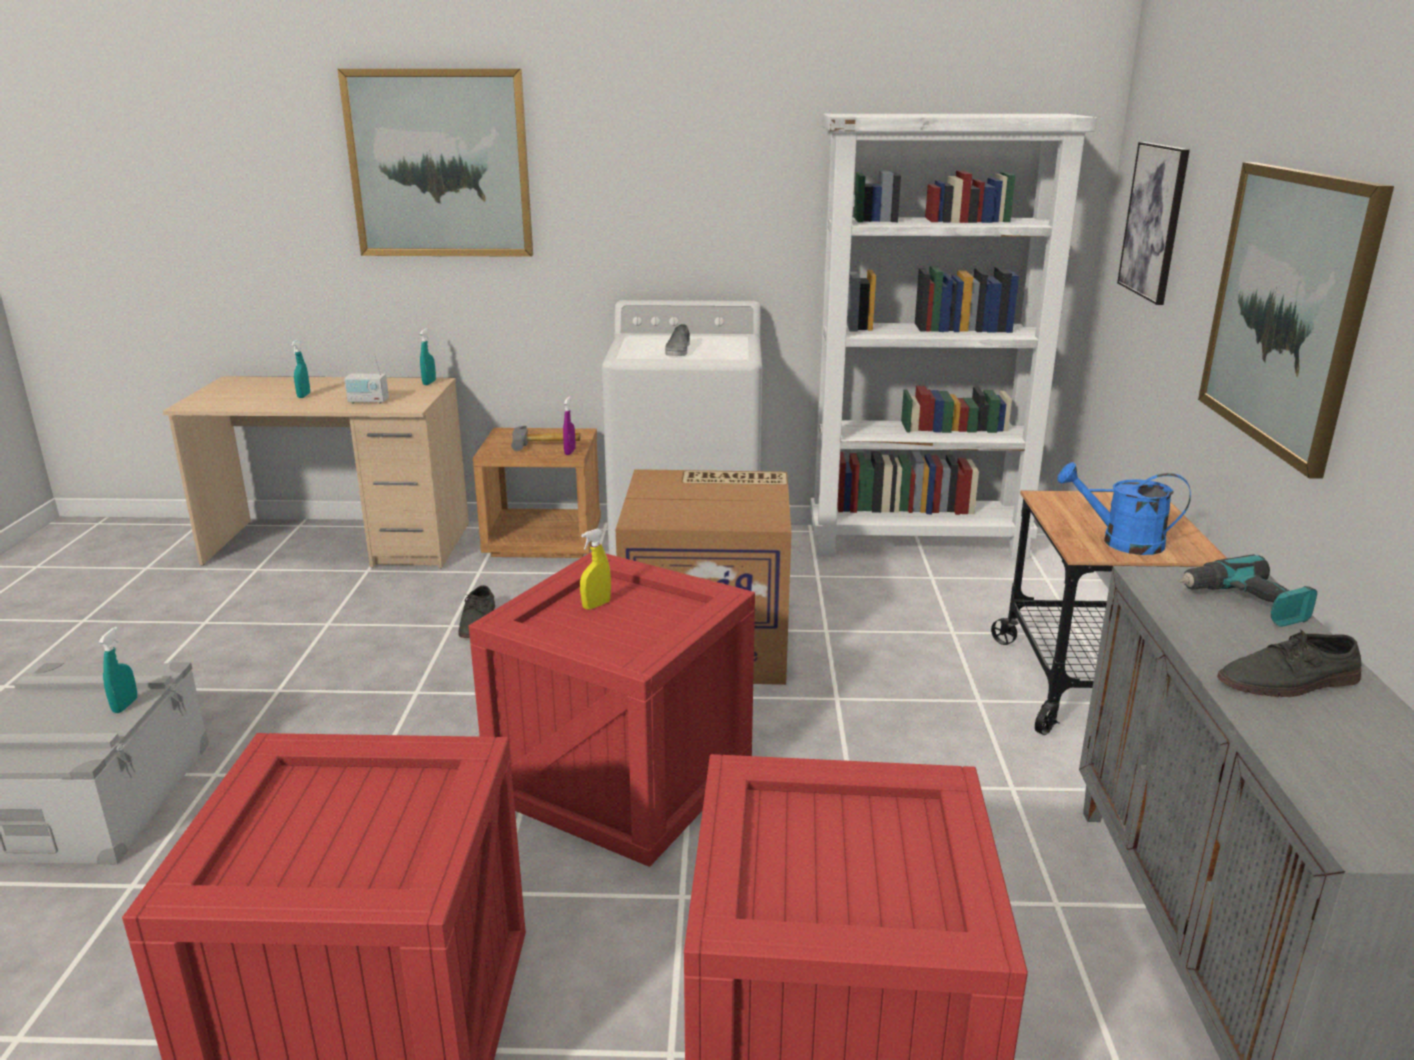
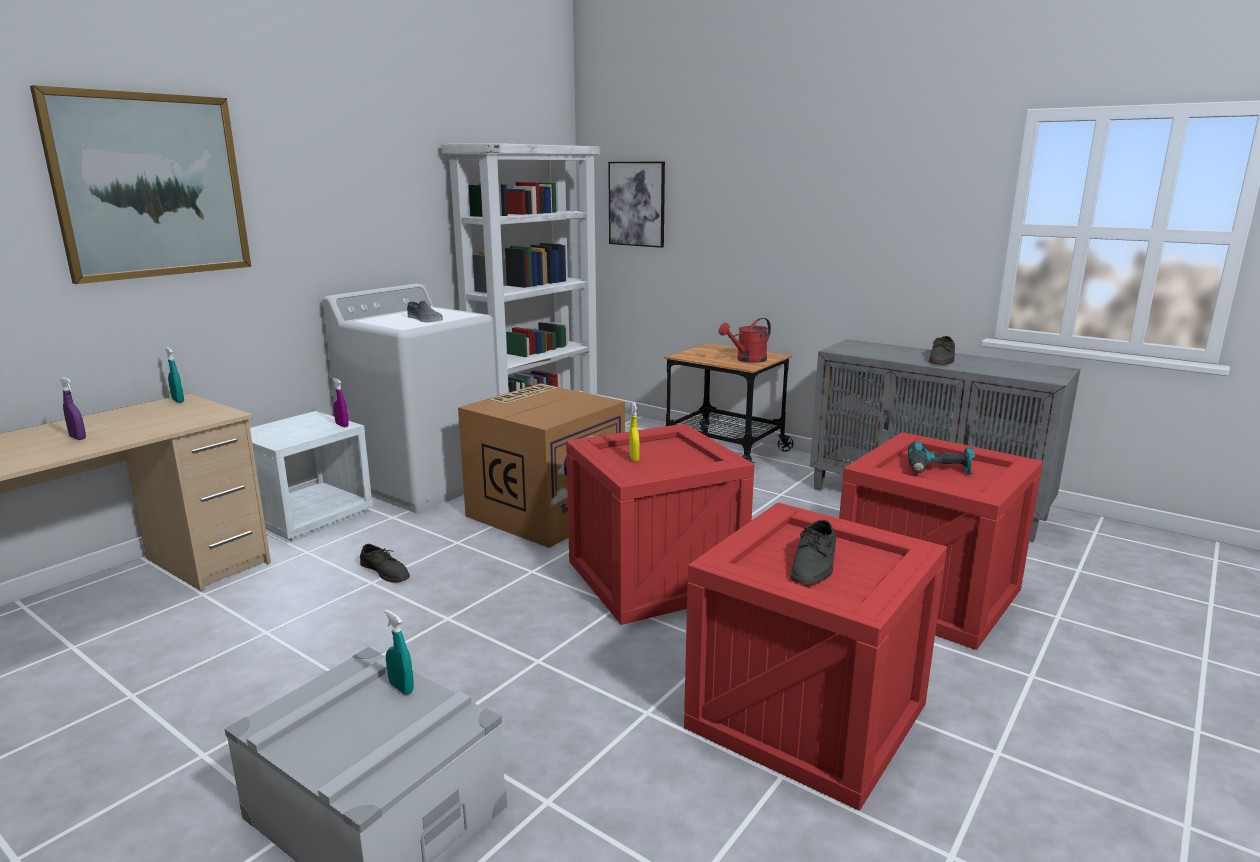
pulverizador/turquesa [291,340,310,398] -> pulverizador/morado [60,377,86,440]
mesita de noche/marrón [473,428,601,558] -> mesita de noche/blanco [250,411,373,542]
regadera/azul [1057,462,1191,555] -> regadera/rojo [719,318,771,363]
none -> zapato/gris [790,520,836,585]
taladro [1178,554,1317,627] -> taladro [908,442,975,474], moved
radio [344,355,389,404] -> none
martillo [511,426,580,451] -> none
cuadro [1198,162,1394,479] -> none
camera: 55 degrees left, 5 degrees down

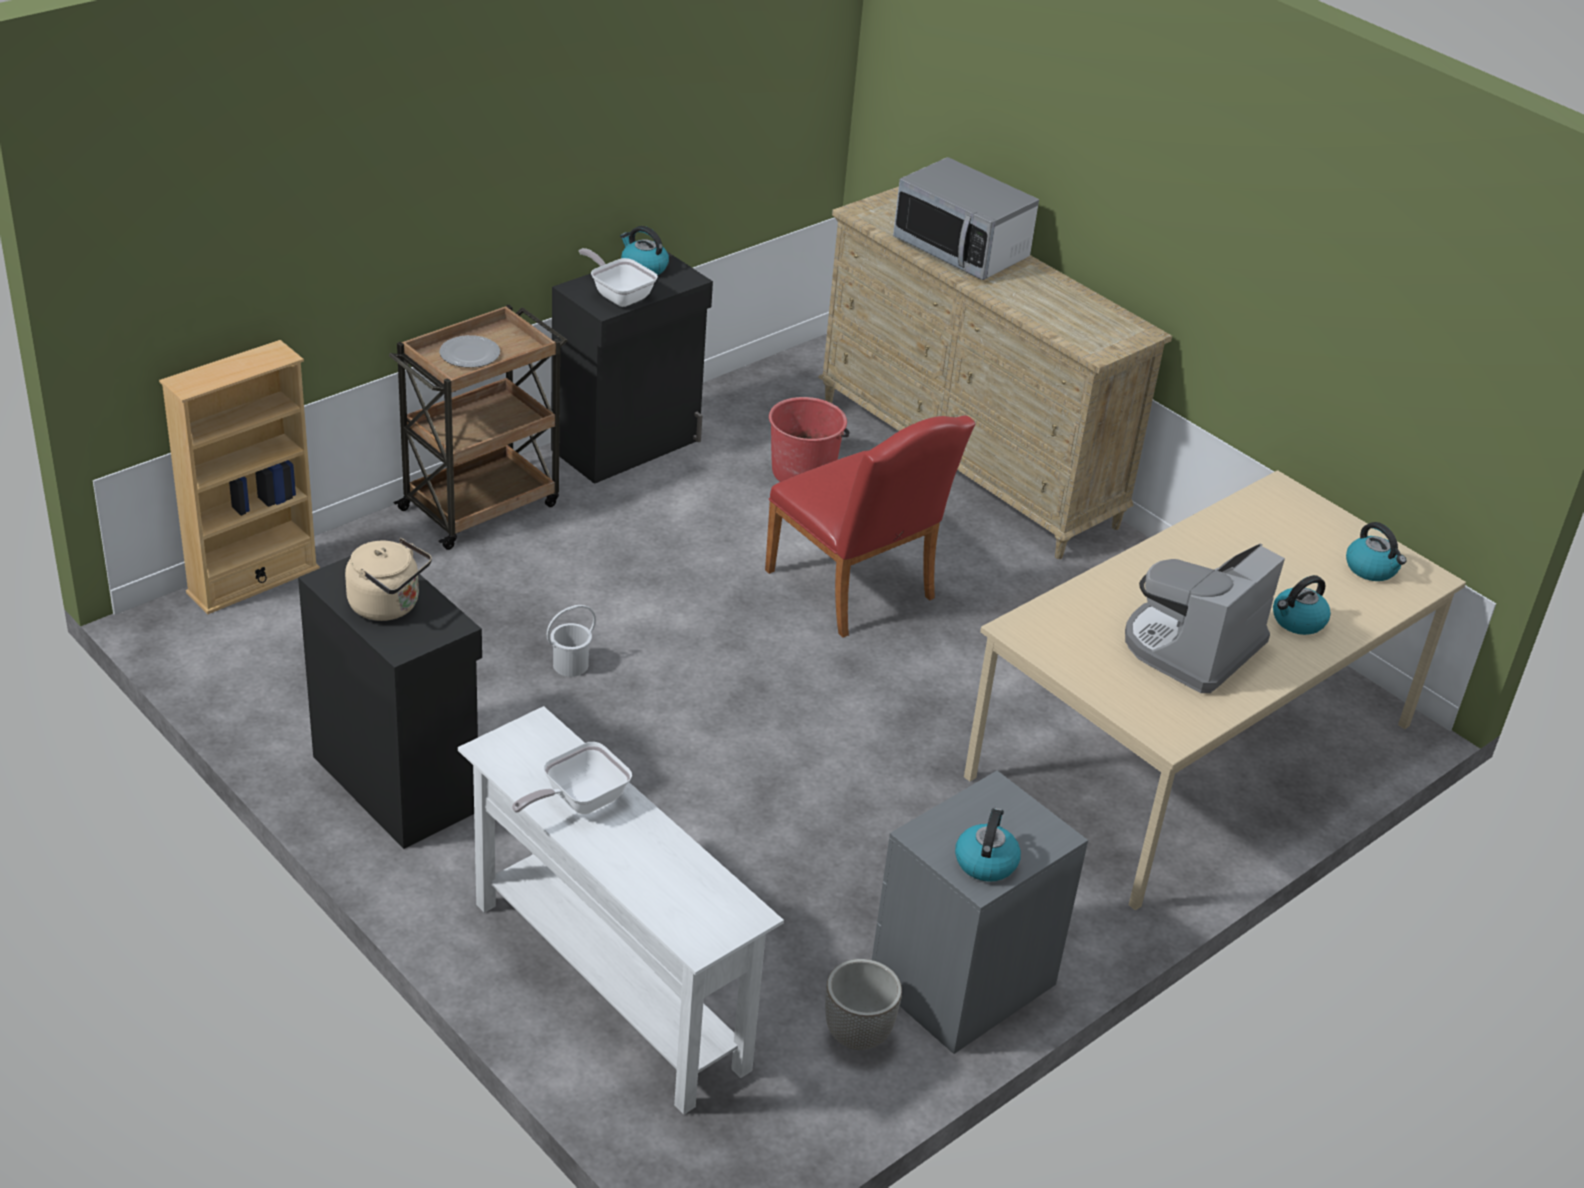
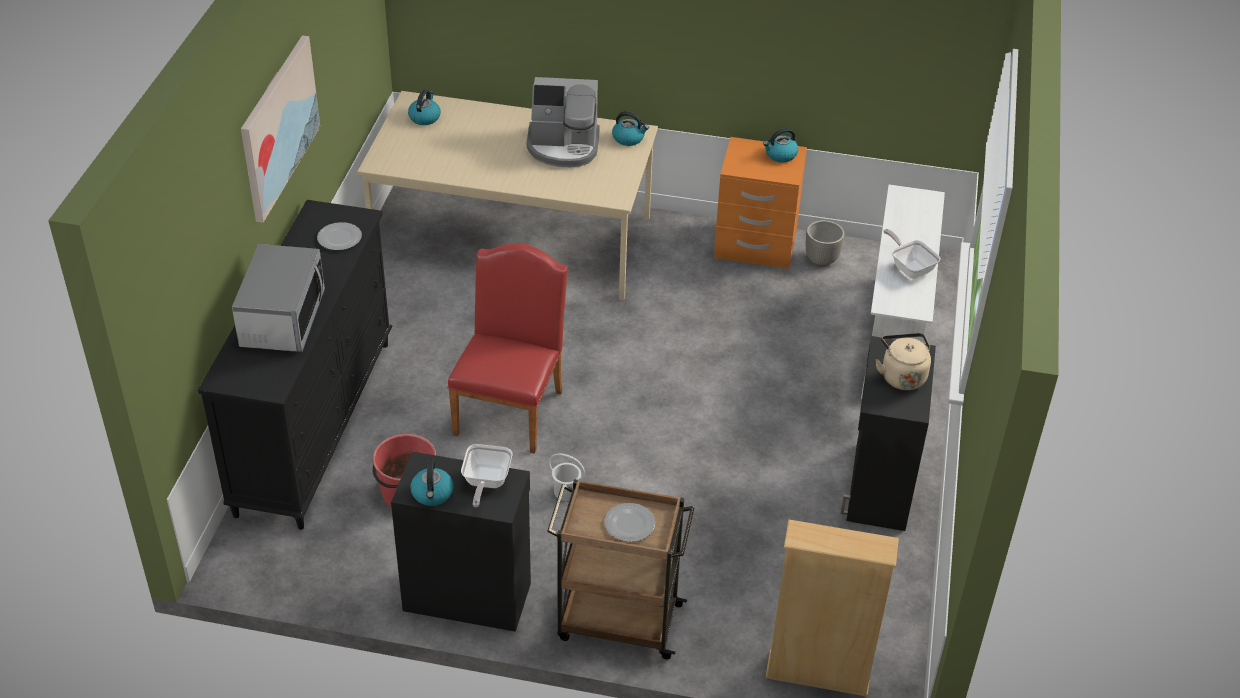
cómoda/beis [818,187,1172,559] -> cómoda/negro [198,200,392,530]
none -> cuadro [241,35,320,223]
none -> plato [317,222,362,250]
cubo/blanco [546,605,596,677] -> cubo/blanco [548,453,585,501], moved
hervidor [1273,575,1331,635] -> hervidor [612,111,649,146], moved
mesita de noche/gris [872,771,1088,1054] -> mesita de noche/naranja [714,137,807,269]
sartén [512,742,632,814] -> sartén [883,229,941,279], 135 degrees counterclockwise
camera: 125 degrees left, 5 degrees up

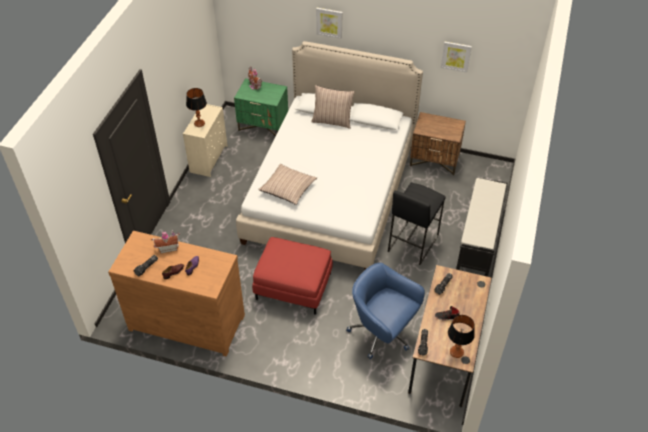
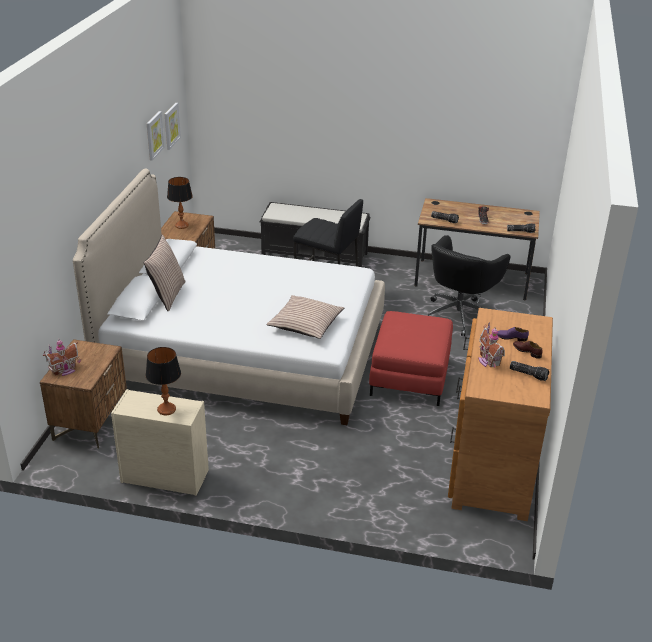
mesita de noche/verde [234,78,288,136] -> mesita de noche/marrón [40,339,127,449]
cuadro [316,8,343,39] -> cuadro [164,103,181,150], moved
lámpara de mesa [448,315,475,358] -> lámpara de mesa [167,177,193,229], moved
silla de oficina/azul [346,263,425,359] -> silla de oficina/negro [428,235,510,336]
camera: 95 degrees left, 15 degrees down

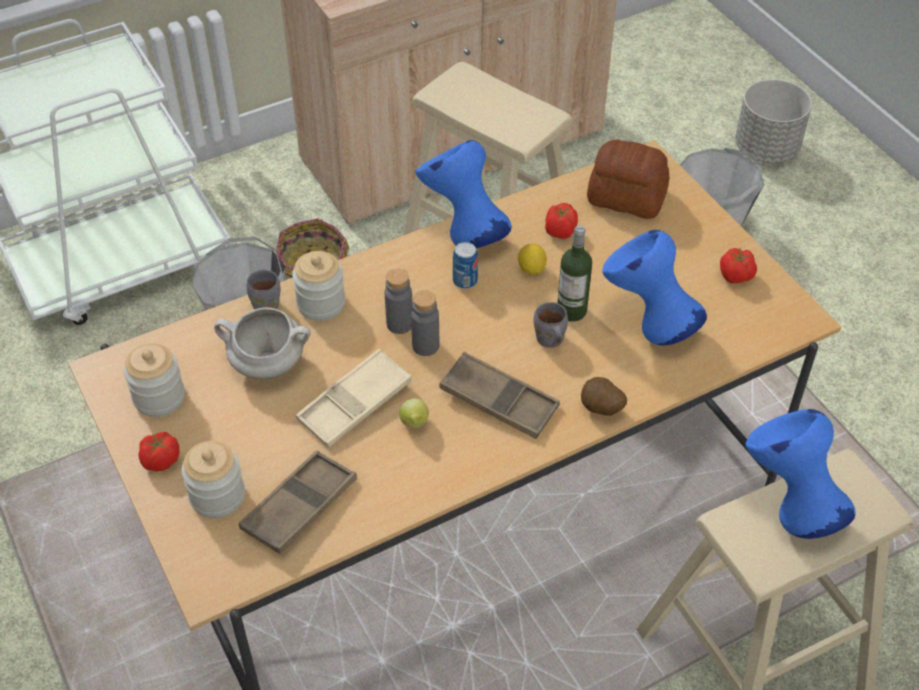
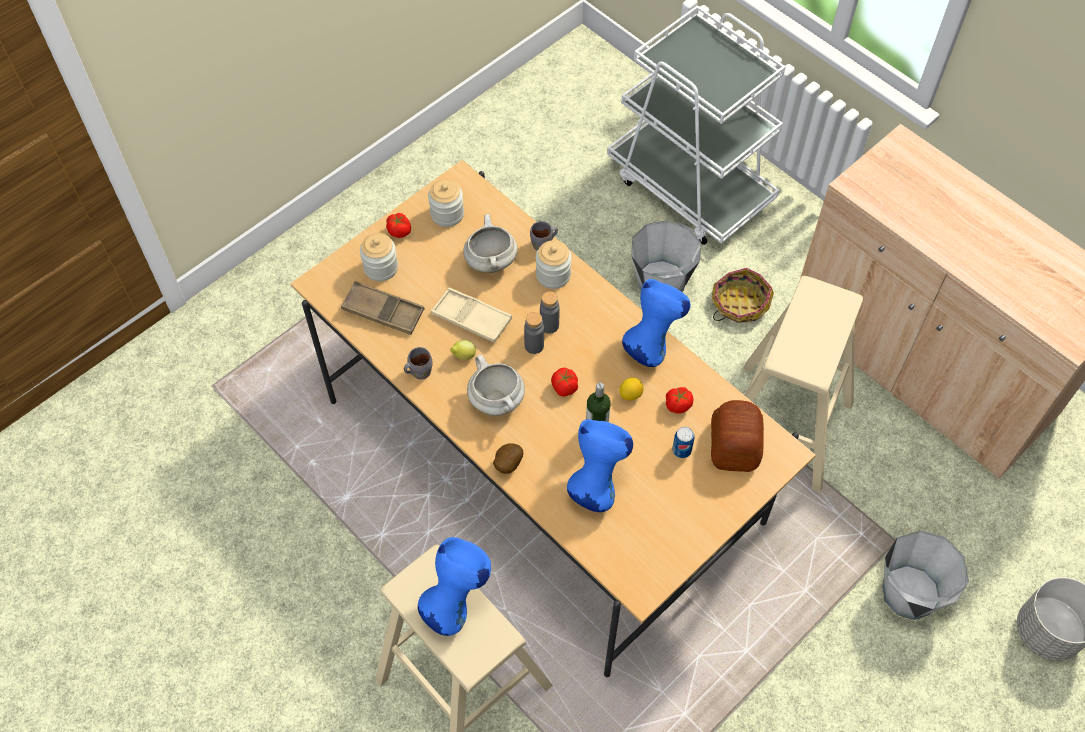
taza grande/gris [533,302,568,348] -> taza grande/gris [404,347,433,380], moved
bandeja/marrón [439,352,560,439] -> olla/blanco [467,355,525,416]
tomate [720,247,757,284] -> tomate [551,367,578,397], moved
lata [453,242,478,289] -> lata [672,427,694,458], moved
camera: 75 degrees right, 10 degrees up

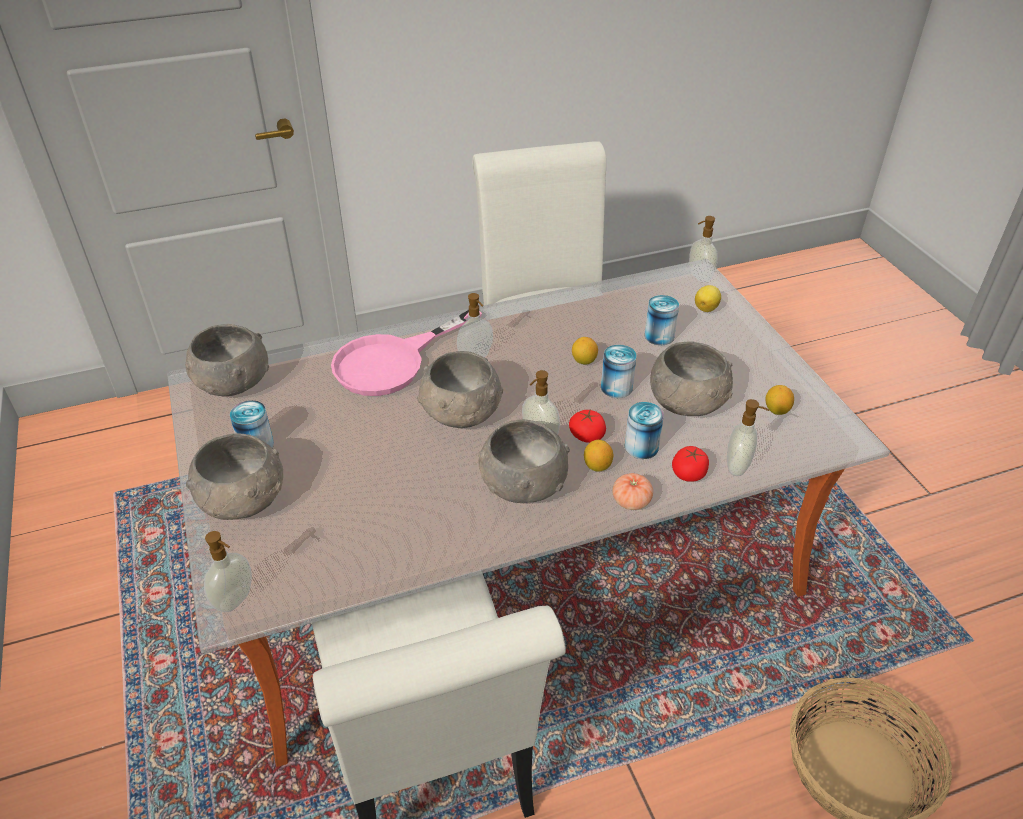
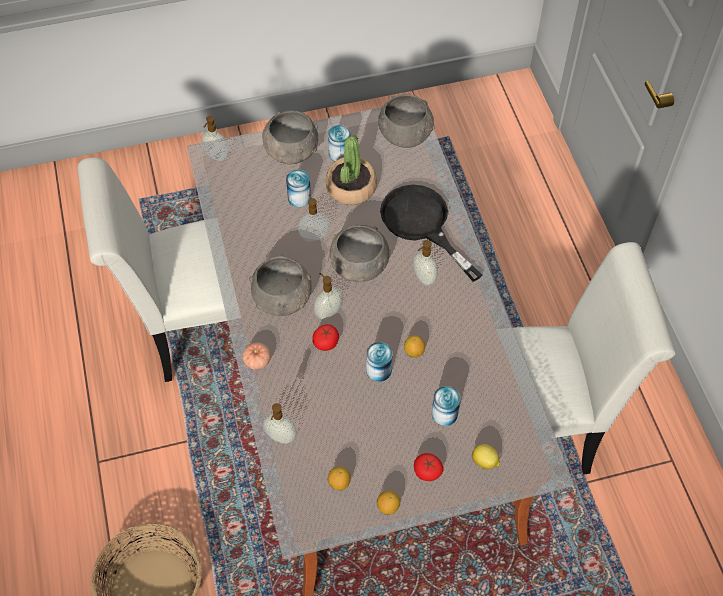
lata [625,402,664,459] -> lata [286,170,311,207], moved
dispensador de jabón [689,216,718,282] -> dispensador de jabón [298,194,330,242], moved
none -> planta en maceta [325,135,377,205]
limón [584,440,613,472] -> limón [377,490,400,515], moved
sartén/rosa [331,310,482,396] -> sartén/negro [380,185,483,282]
tomate [672,446,709,482] -> tomate [414,453,444,481], moved
cuenco/gris [650,341,733,416] -> none
camera: 95 degrees right, 15 degrees up

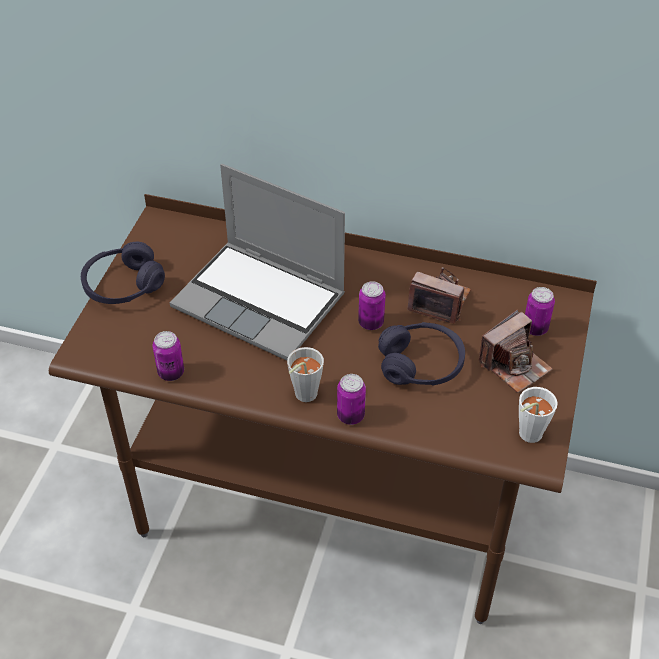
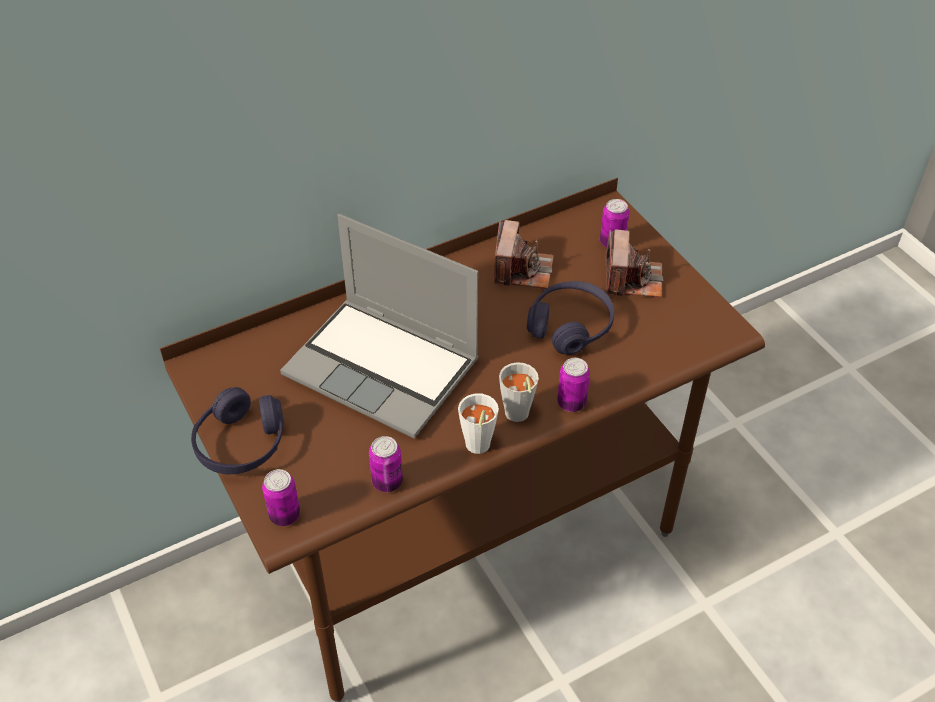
lata [358,281,386,330] -> lata [262,469,300,526], moved
portátil [170,164,345,361] -> portátil [280,214,478,439], 45 degrees clockwise
taza/blanco [519,387,558,443] -> taza/blanco [458,393,499,454], moved
cámara [407,267,471,324] -> cámara [494,220,554,289], 120 degrees clockwise
camera: 45 degrees left, 0 degrees up

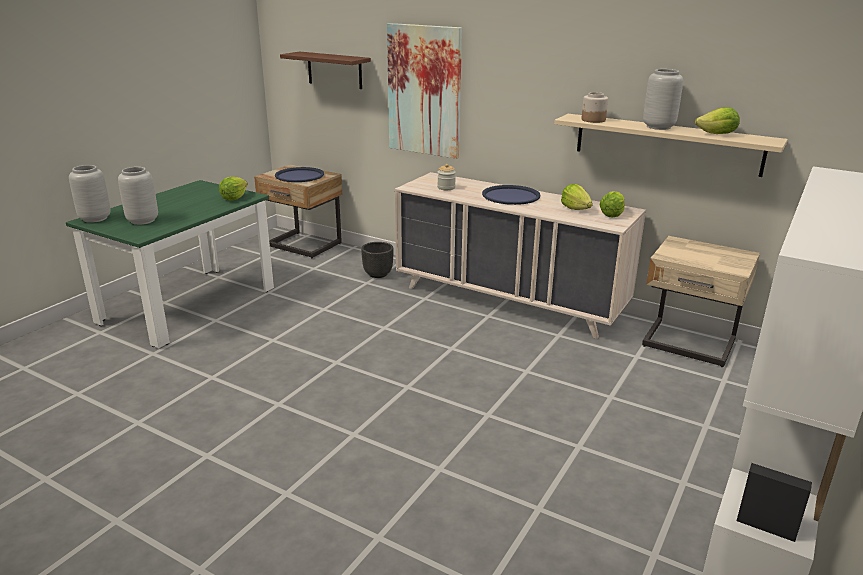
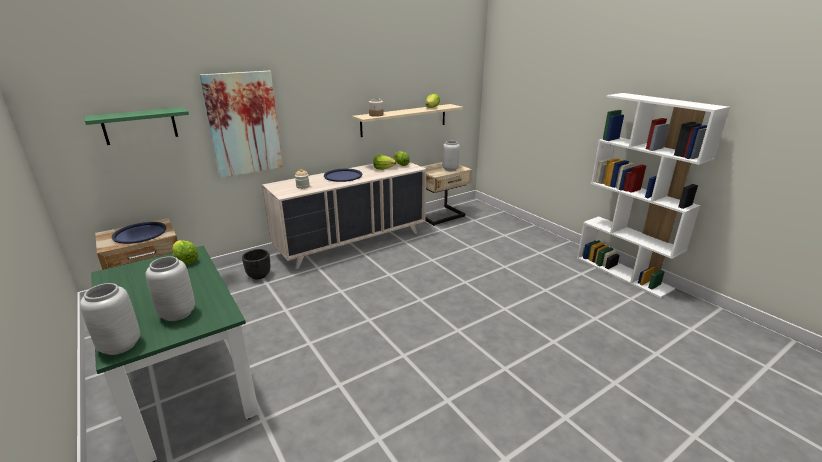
estante/marrón [280,51,371,89] -> estante/verde [85,107,189,145]
florero/gris [643,69,683,130] -> florero/gris [442,141,460,171], moved
camera: 65 degrees left, 0 degrees up

